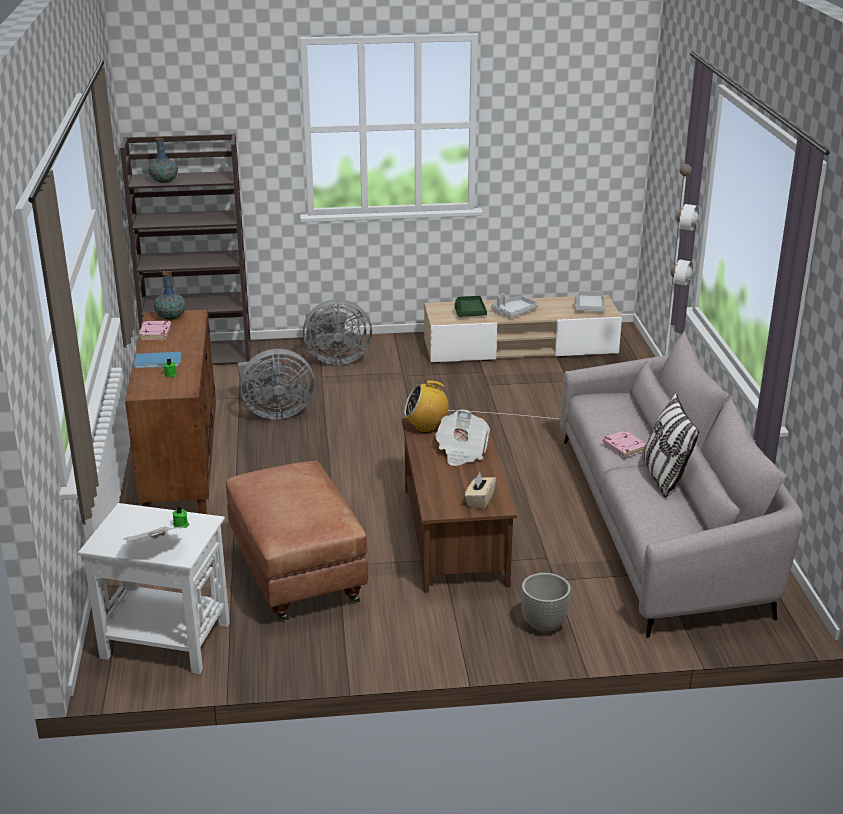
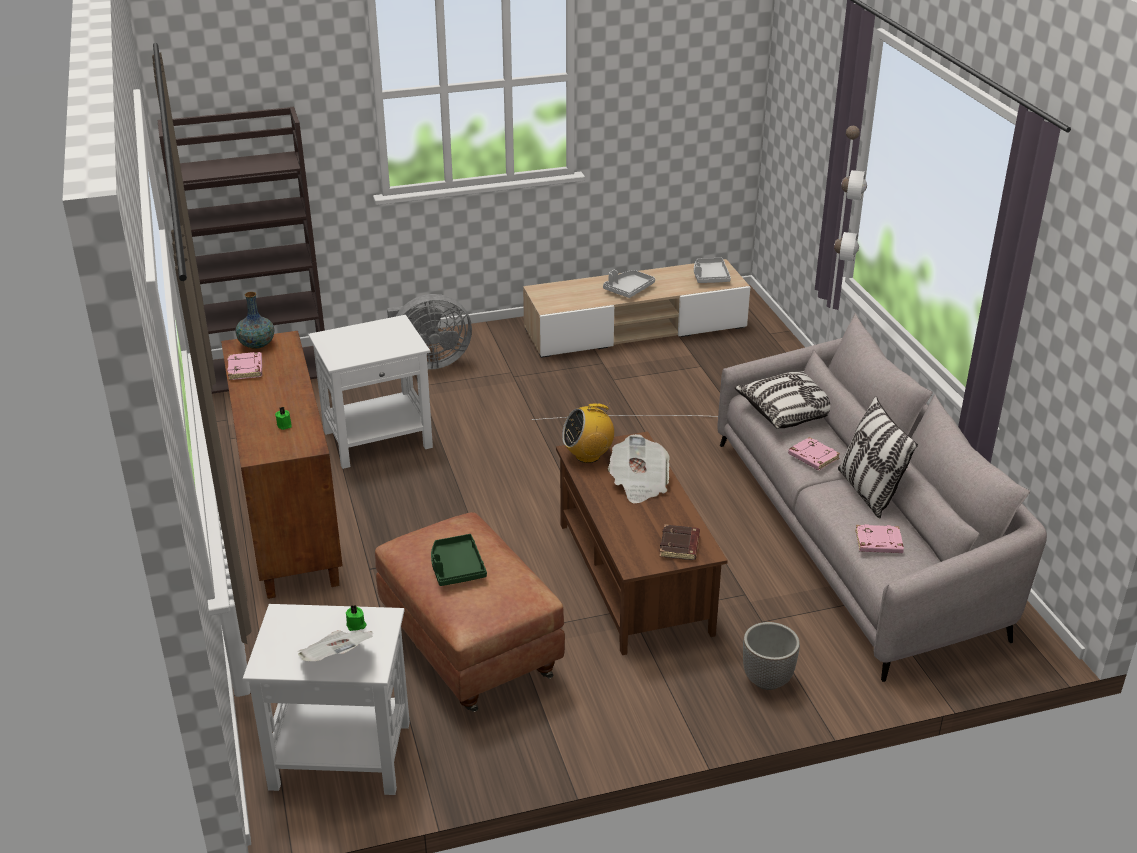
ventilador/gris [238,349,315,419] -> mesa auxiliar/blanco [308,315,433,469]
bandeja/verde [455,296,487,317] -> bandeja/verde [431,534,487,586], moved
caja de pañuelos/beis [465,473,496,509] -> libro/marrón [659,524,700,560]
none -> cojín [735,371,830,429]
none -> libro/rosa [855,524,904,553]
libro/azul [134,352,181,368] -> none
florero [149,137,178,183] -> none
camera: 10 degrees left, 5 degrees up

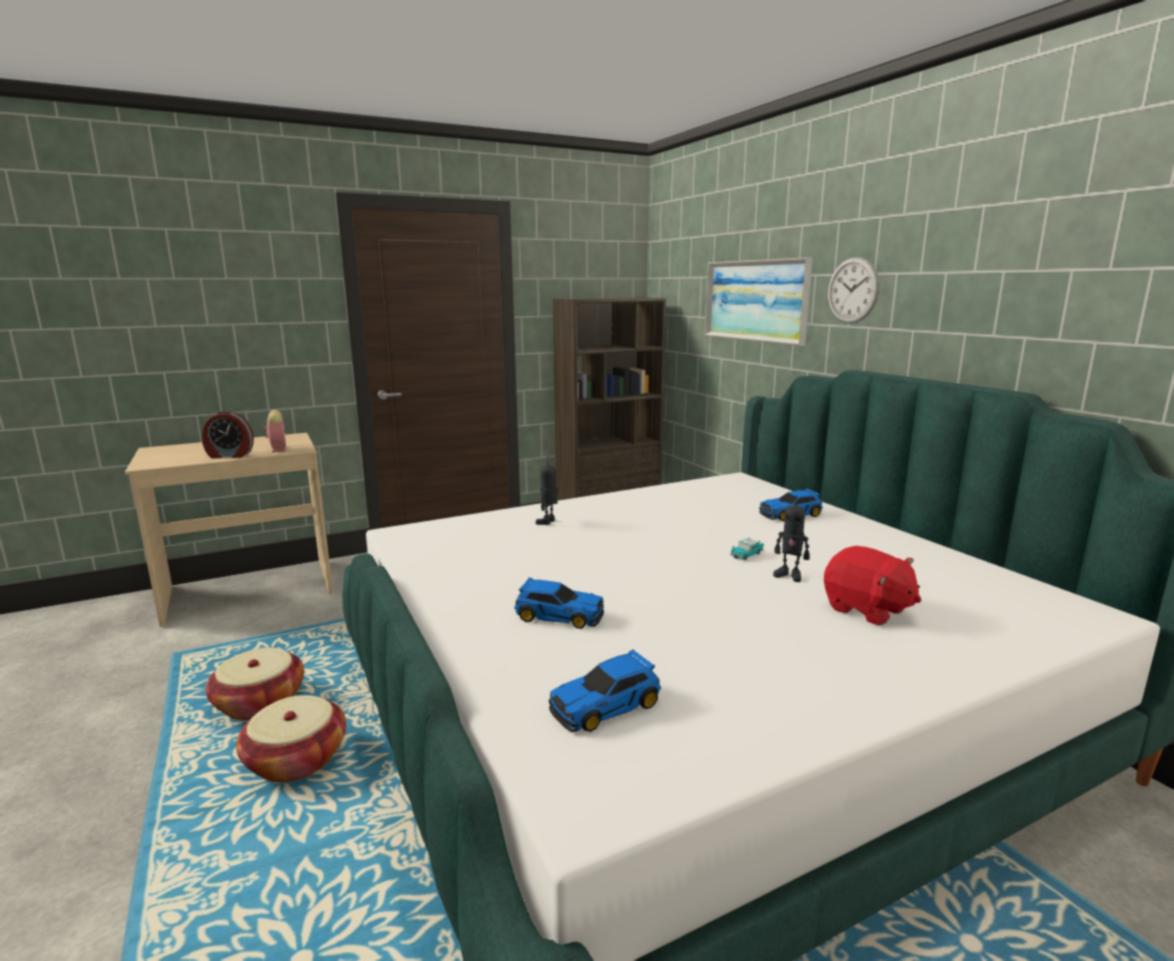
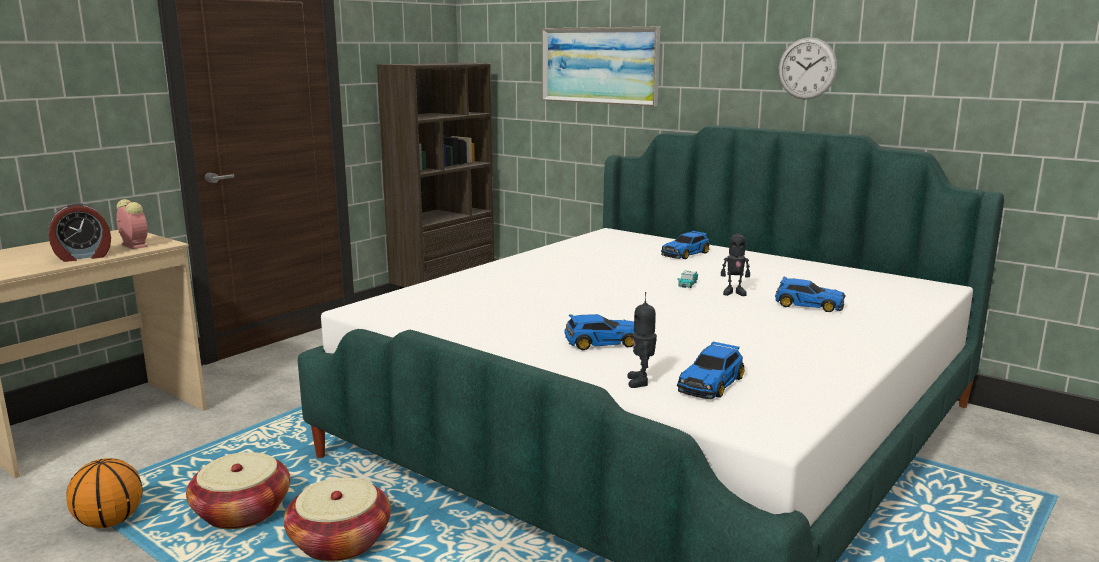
none -> balón de baloncesto [66,458,143,528]
robot de juguete [536,456,558,525] -> robot de juguete [627,292,657,388], moved
peluche/rojo [824,546,921,625] -> coche de juguete [775,277,846,312]
reloj de pared [828,257,879,324] -> reloj de pared [778,37,837,100], moved
camera: 25 degrees left, 0 degrees up

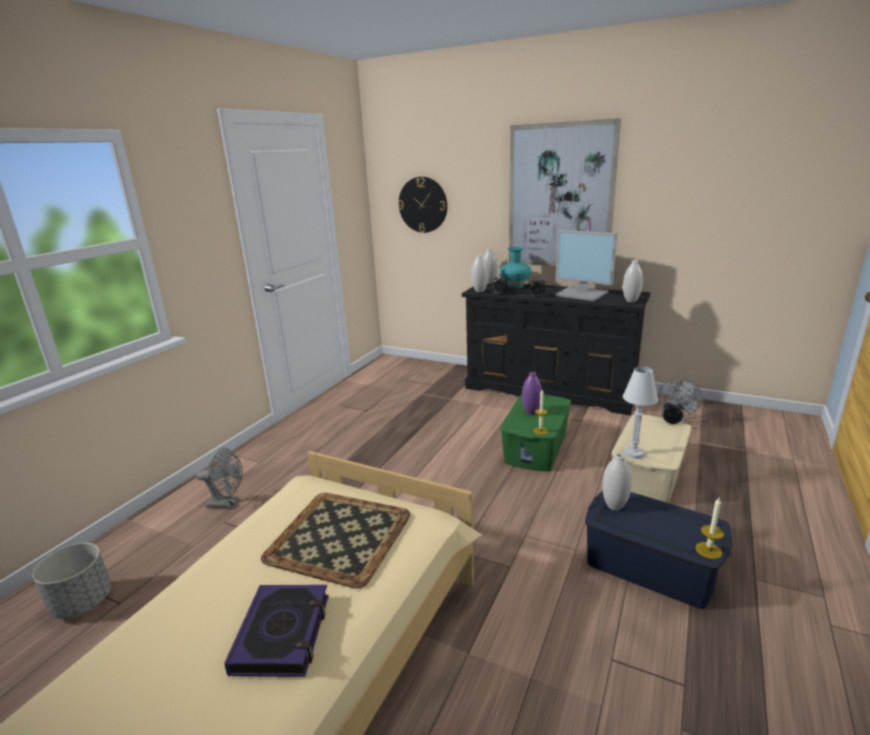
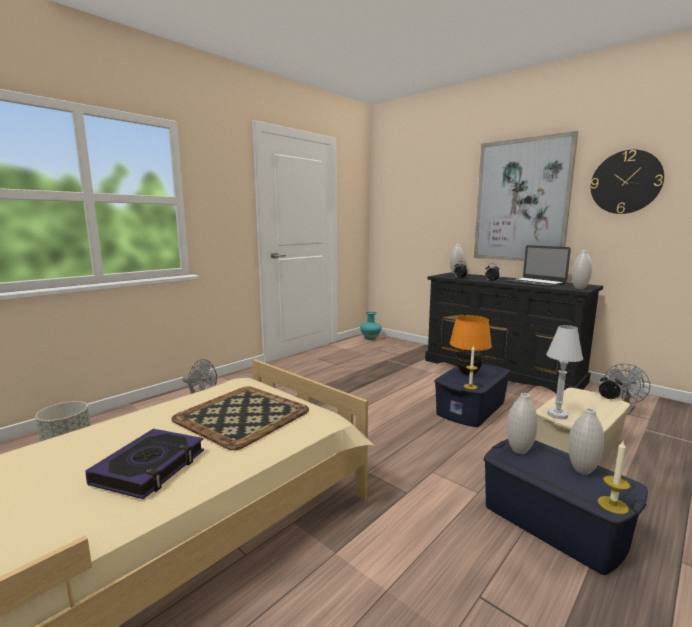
florero/turquesa [500,247,532,289] -> florero/turquesa [360,312,382,340], moved
caja de almacenaje/verde [500,394,571,471] -> caja de almacenaje/azul [434,363,511,427]
florero/morado [522,372,542,415] -> lámpara de mesa/naranja [450,315,492,375]
monitor [555,230,617,301] -> portátil [505,245,571,287]
florero/blanco [471,255,488,293] -> florero/blanco [568,408,604,475], moved
reloj de pared [398,177,447,233] -> reloj de pared [591,150,664,214], moved
camera: 15 degrees right, 10 degrees down

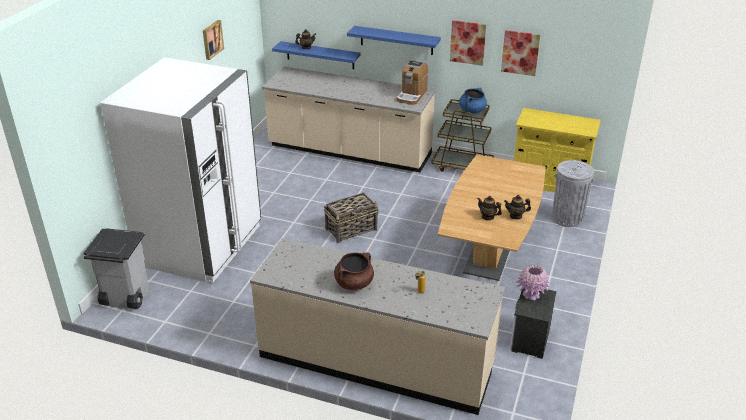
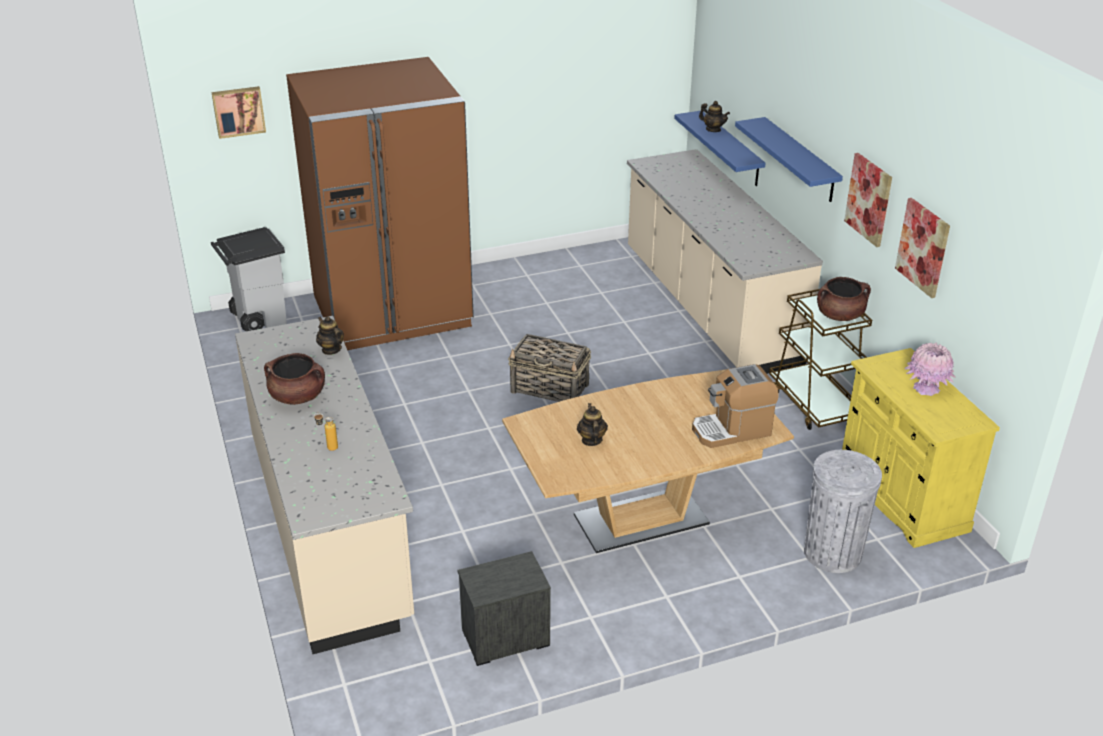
cuadro [203,20,224,60] -> cuadro [211,86,266,139], moved
nevera/blanco [100,58,261,282] -> nevera/marrón [286,57,474,350]
tetera [504,195,531,220] -> tetera [316,316,344,355], moved
cafetera [397,60,428,105] -> cafetera [692,364,779,448], moved
olla/azul [459,88,487,113] -> olla/marrón [817,277,871,321]
florero/rosa [516,265,550,300] -> florero/rosa [904,343,956,396], moved
camera: 50 degrees right, 0 degrees up

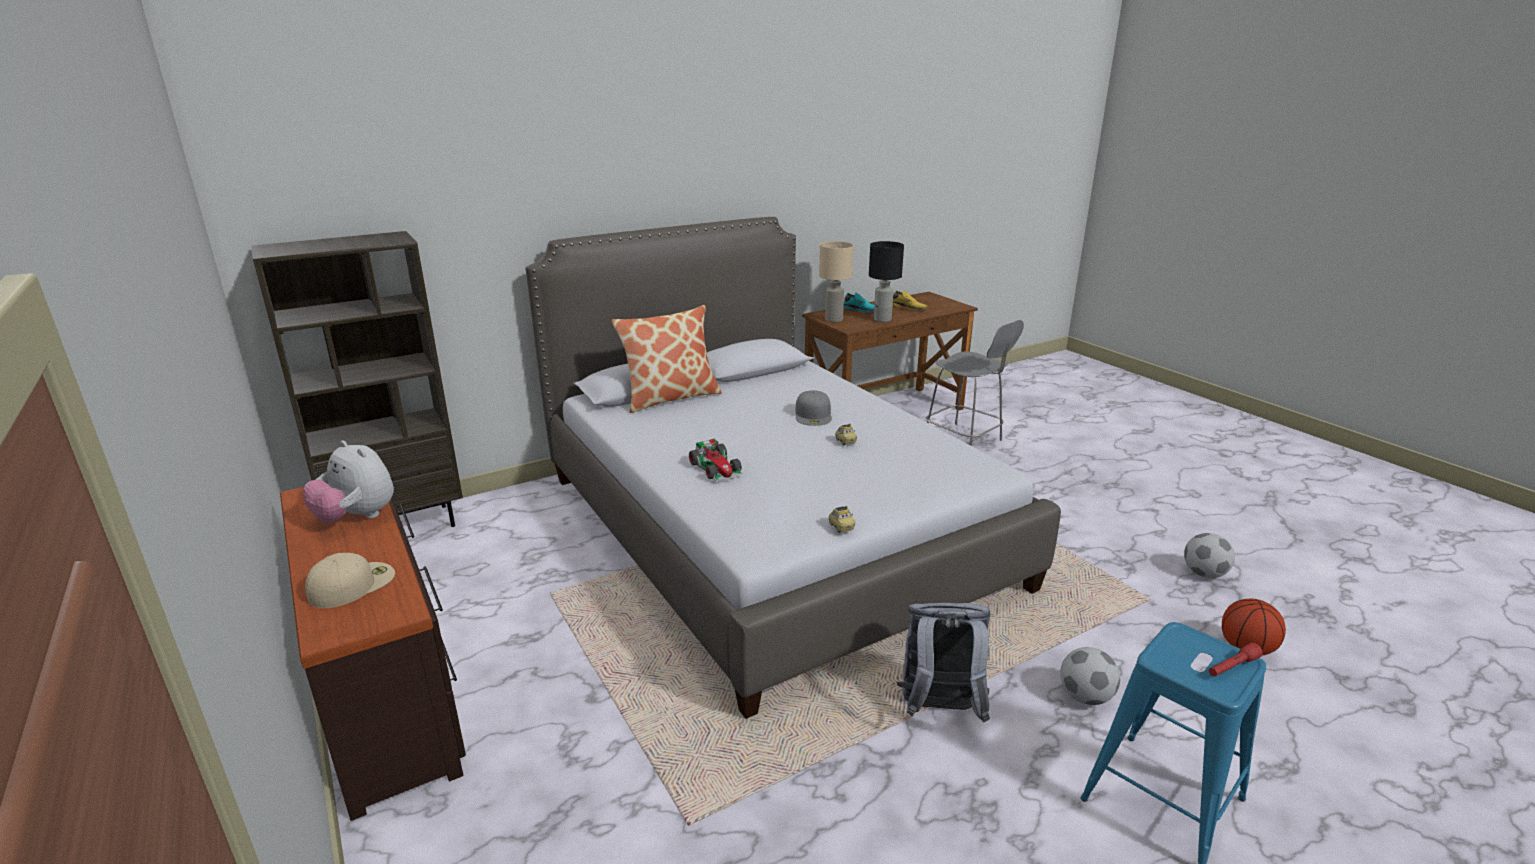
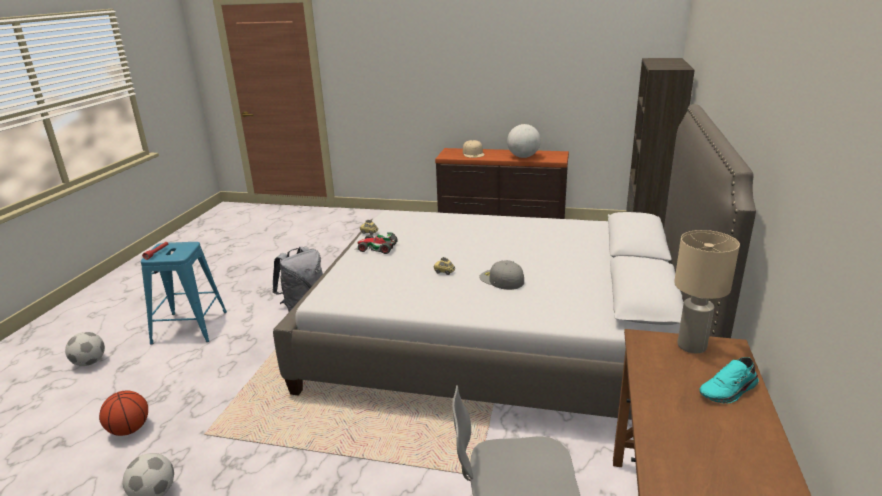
balón de fútbol [1060,647,1120,705] -> balón de fútbol [65,332,105,366], moved
coche de juguete [689,438,743,481] -> coche de juguete [355,232,398,254], moved
peluche [303,440,394,523] -> globo terráqueo [507,124,541,158]
cojín [612,305,722,413] -> none
lámpara de mesa/negro [869,241,904,322] -> none
zapato/amarillo [893,291,928,311] -> none
camera: 135 degrees right, 0 degrees up

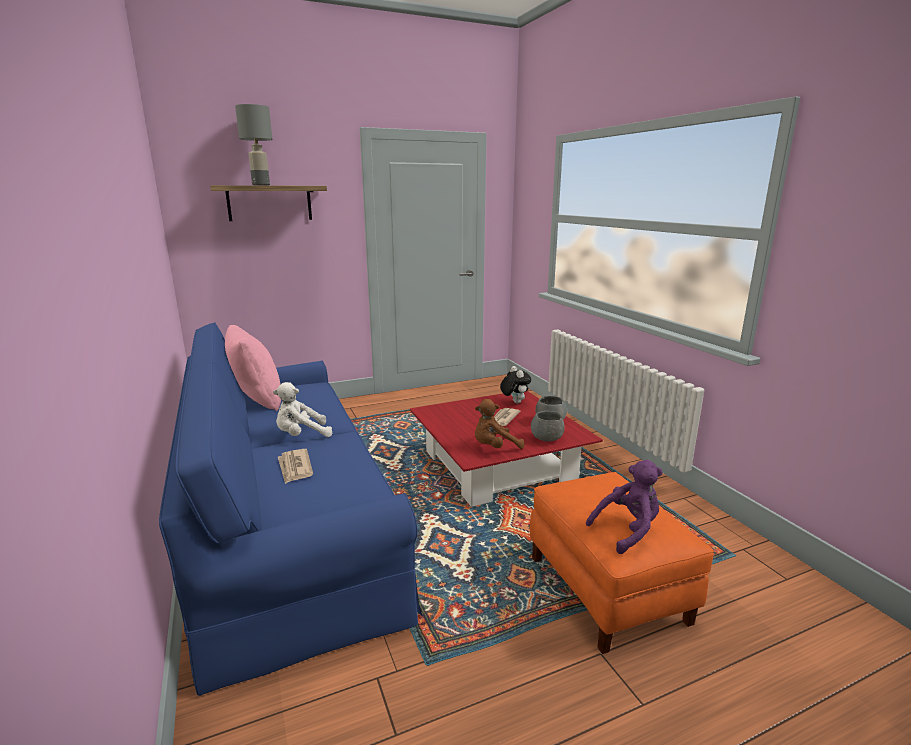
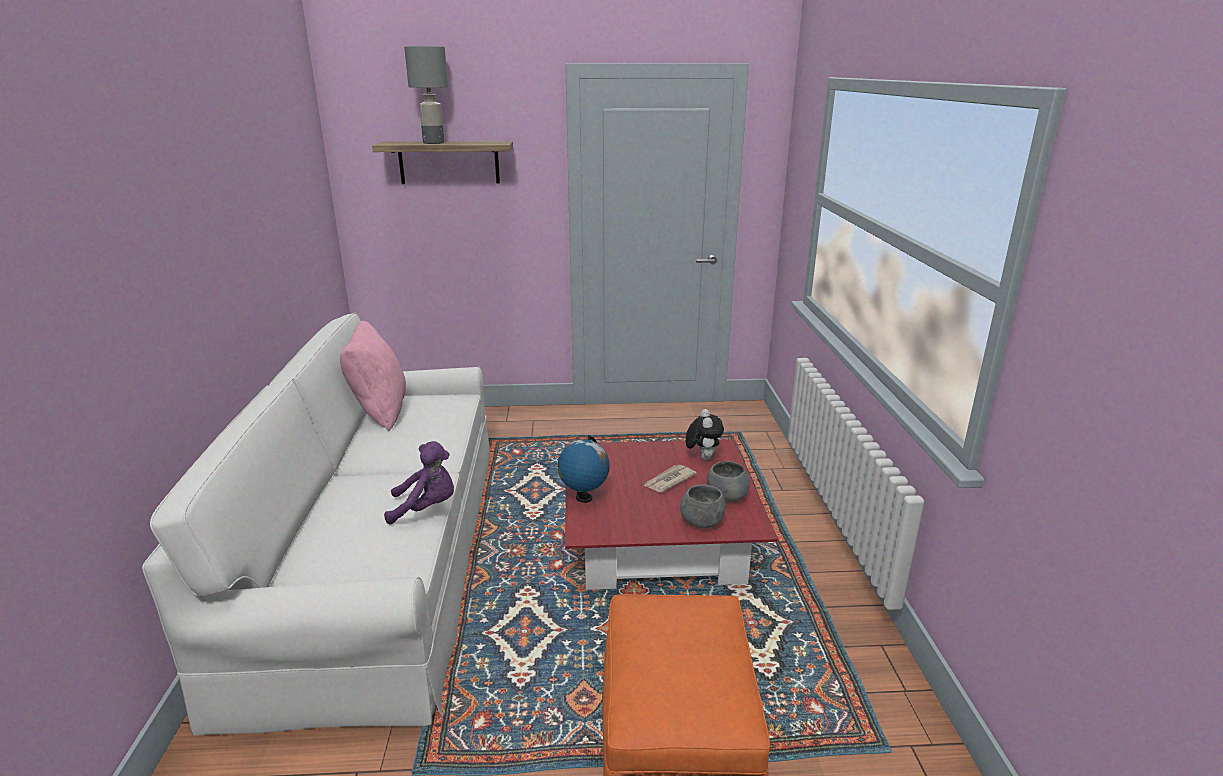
sofá/azul [159,322,423,696] -> sofá/blanco [142,312,490,736]
peluche/morado [586,460,663,554] -> peluche/morado [384,441,454,525], moved
none -> globo terráqueo [558,435,610,503]
peluche/blanco [273,382,333,437] -> none
periódico [278,449,313,484] -> none
peluche/marrón [475,399,524,449] -> none
camera: 20 degrees right, 5 degrees up

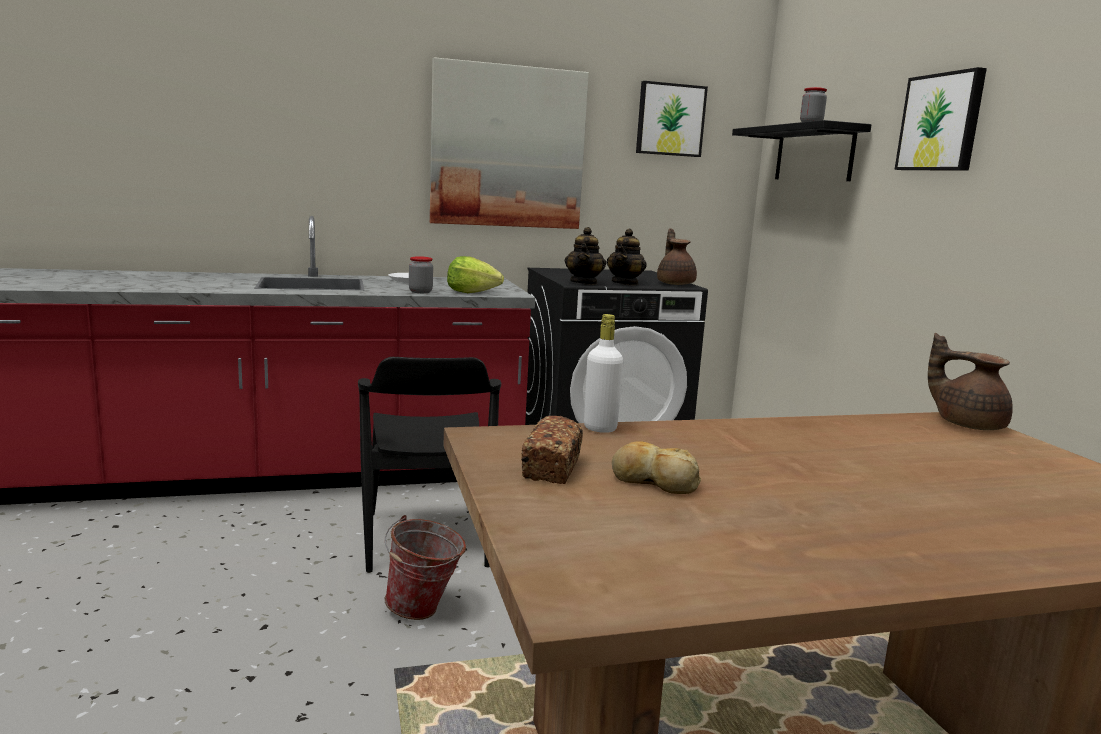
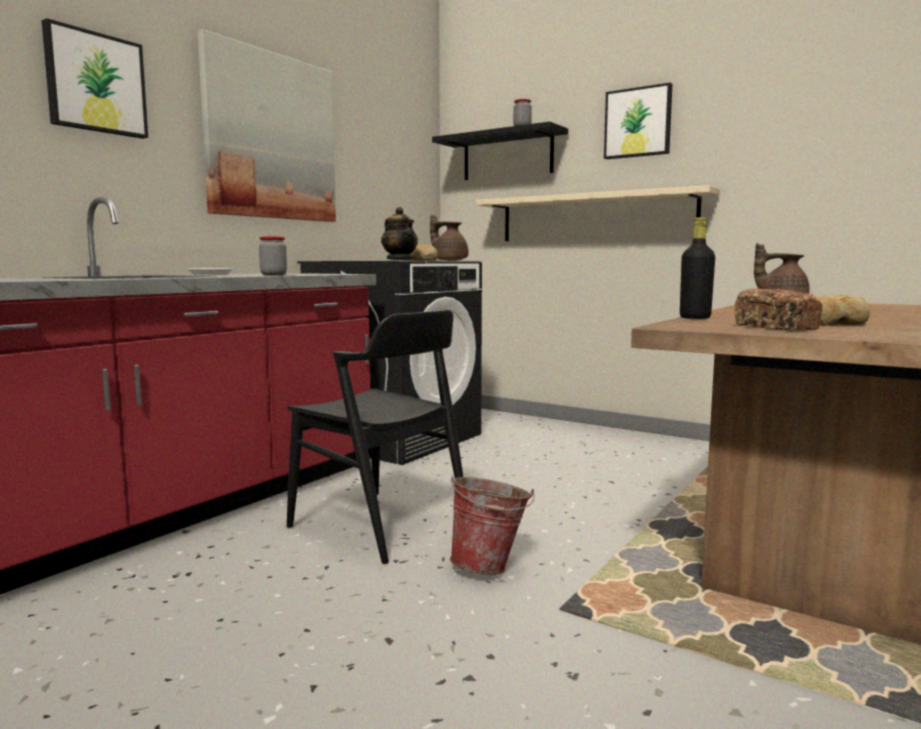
cuadro [636,81,708,157] -> cuadro [42,18,148,139], moved
tetera [607,228,647,285] -> pan [410,245,438,261]
none -> estante/beis [476,185,720,241]
botella/blanco [584,314,624,433] -> botella/negro [680,217,715,319]
lechuga [447,256,504,293] -> none
camera: 40 degrees left, 5 degrees down

